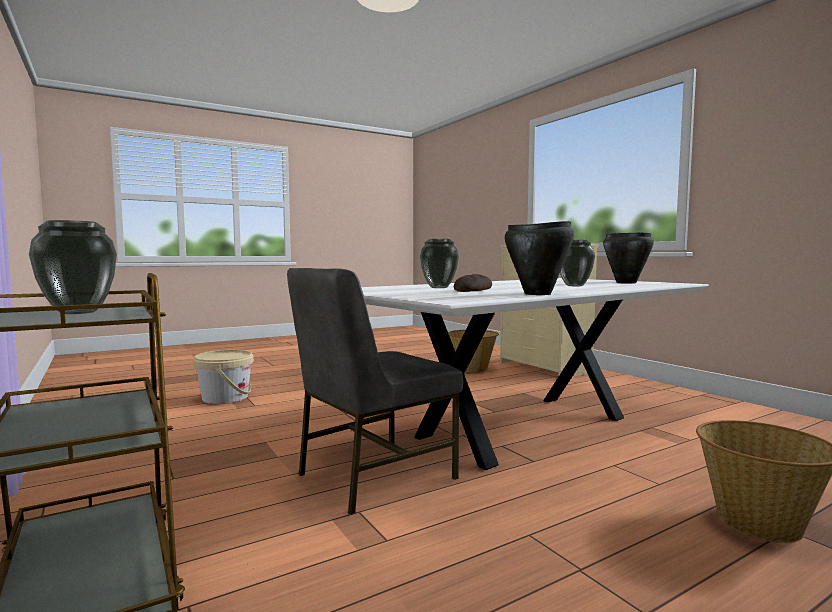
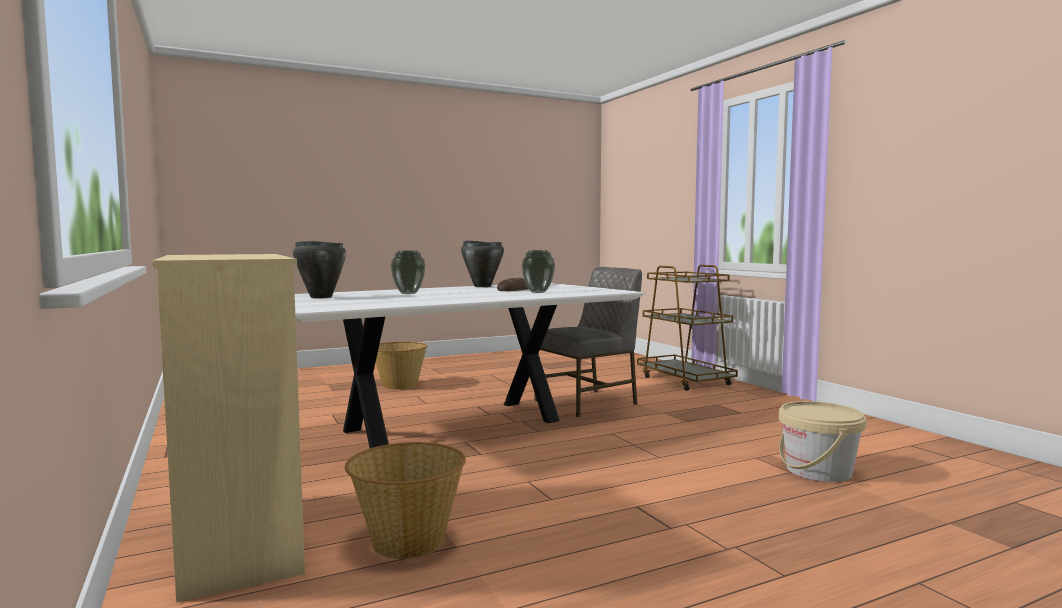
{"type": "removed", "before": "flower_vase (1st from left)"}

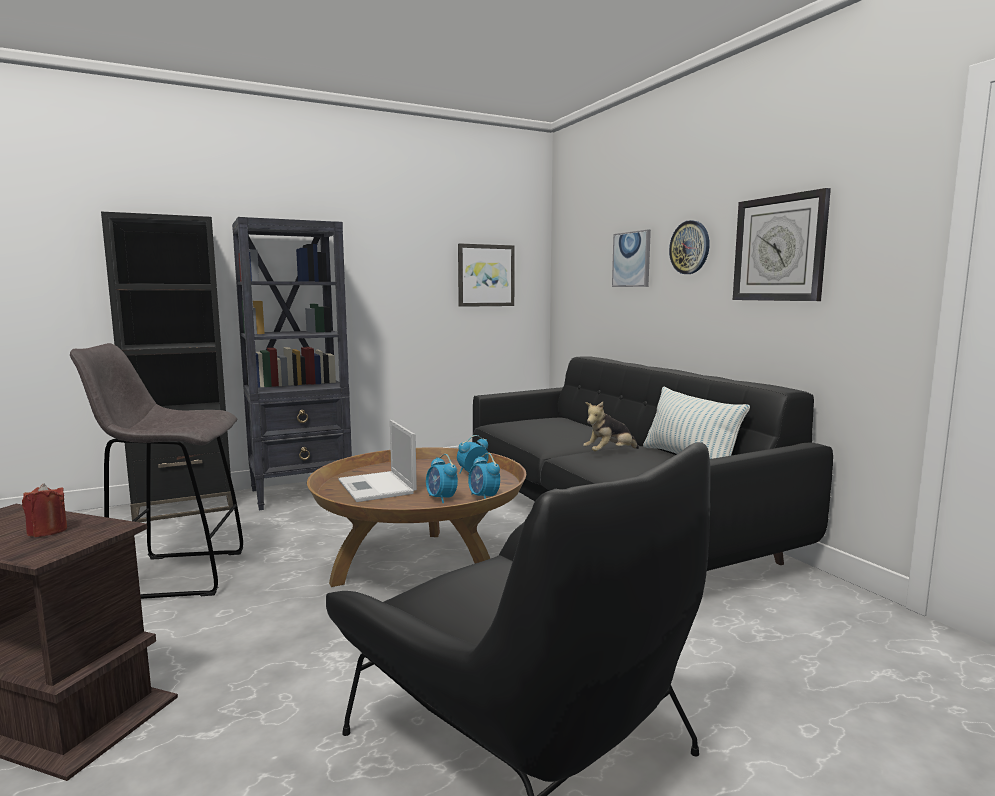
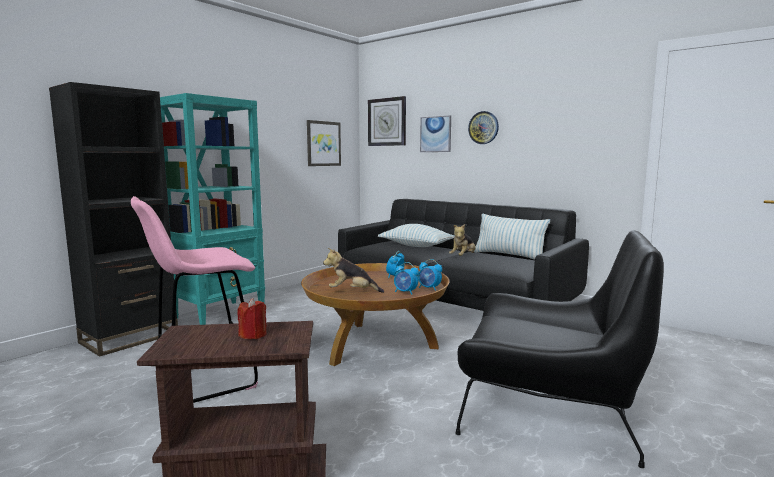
{"type": "added", "after": "pillow (1st from left)"}
{"type": "moved", "before": "clock_on_the_wall (2nd from left in the first image)", "after": "clock_on_the_wall (1st from left)"}
{"type": "replaced", "before": "notebook_computer", "after": "cuddly_toy (1st from left)"}
{"type": "recoloured", "before": "gray_stool_seat", "after": "pink-coloured_stool_seat"}
{"type": "recoloured", "before": "black_bookshelf (2nd from left)", "after": "turquoise-coloured_bookshelf"}

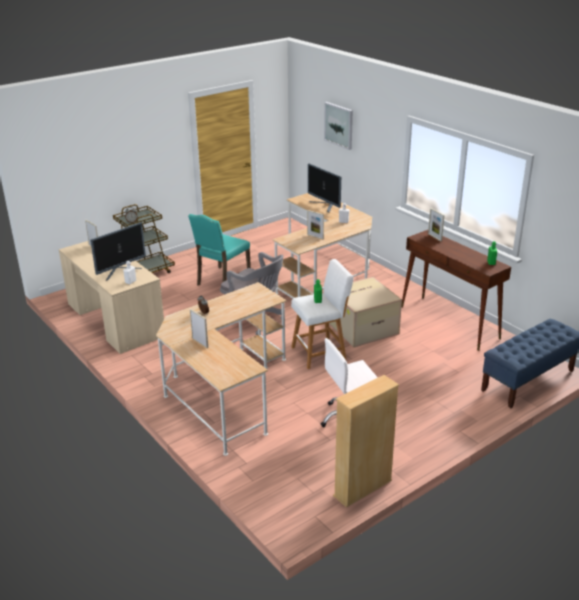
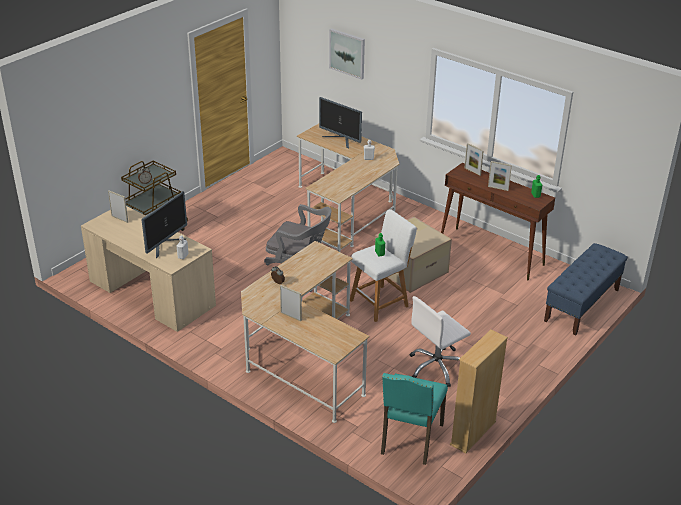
{"type": "moved", "before": "turquoise-coloured_chair"}
{"type": "moved", "before": "picture_frame (3rd from left in the first image)", "after": "picture_frame (4th from left)"}

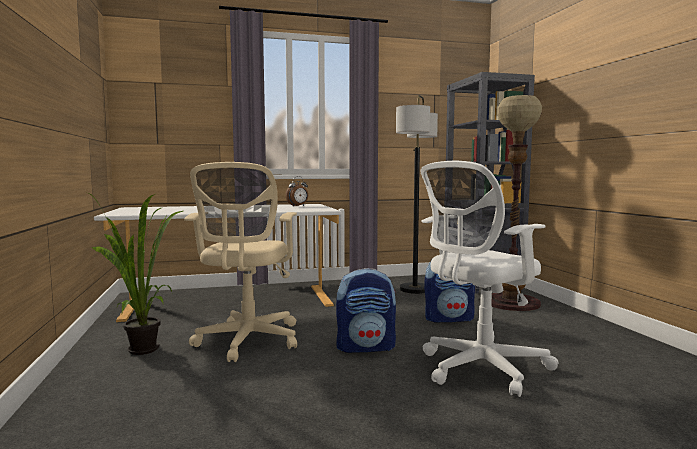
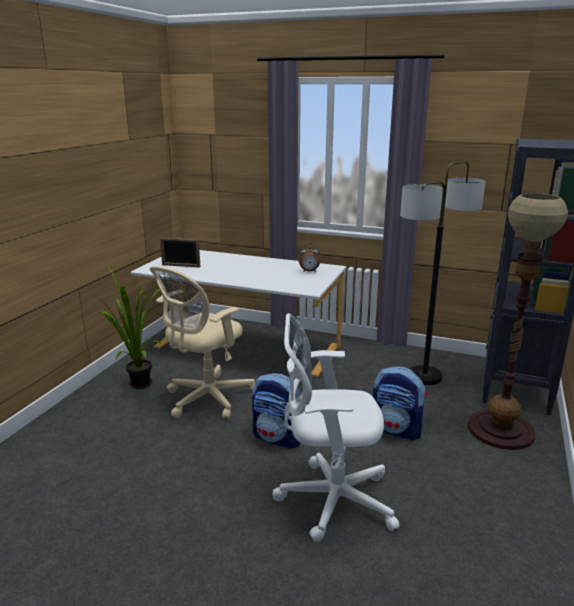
{"type": "added", "after": "picture_frame"}

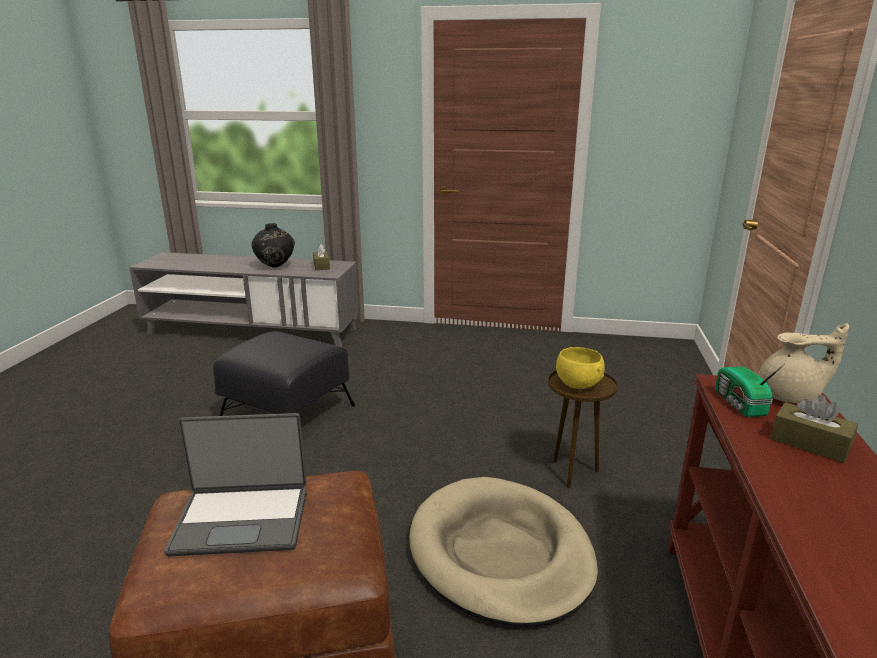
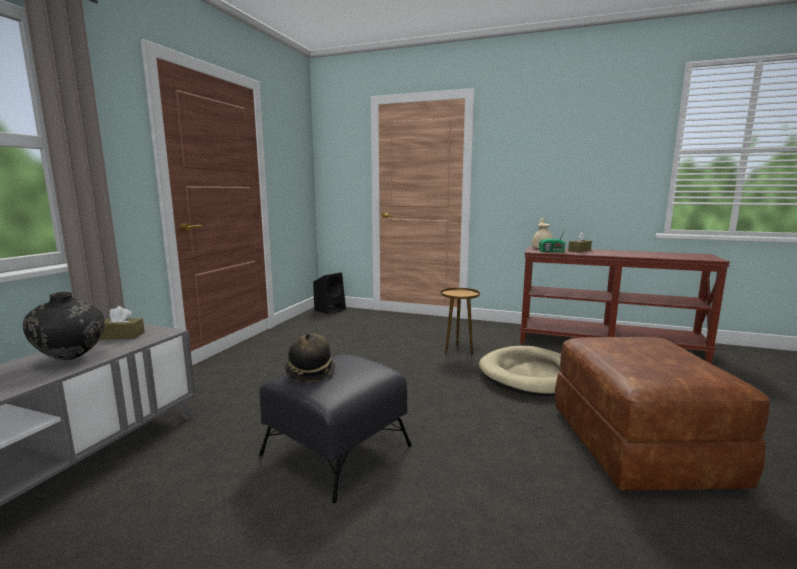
{"type": "removed", "before": "notebook_computer"}
{"type": "removed", "before": "yellow-coloured_deep_dish"}
{"type": "added", "after": "hat"}
{"type": "added", "after": "black_loudspeaker"}

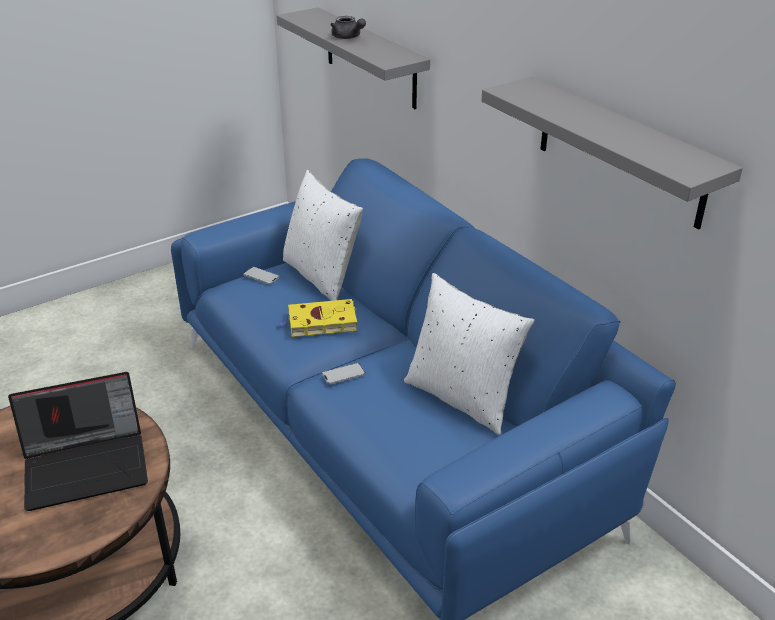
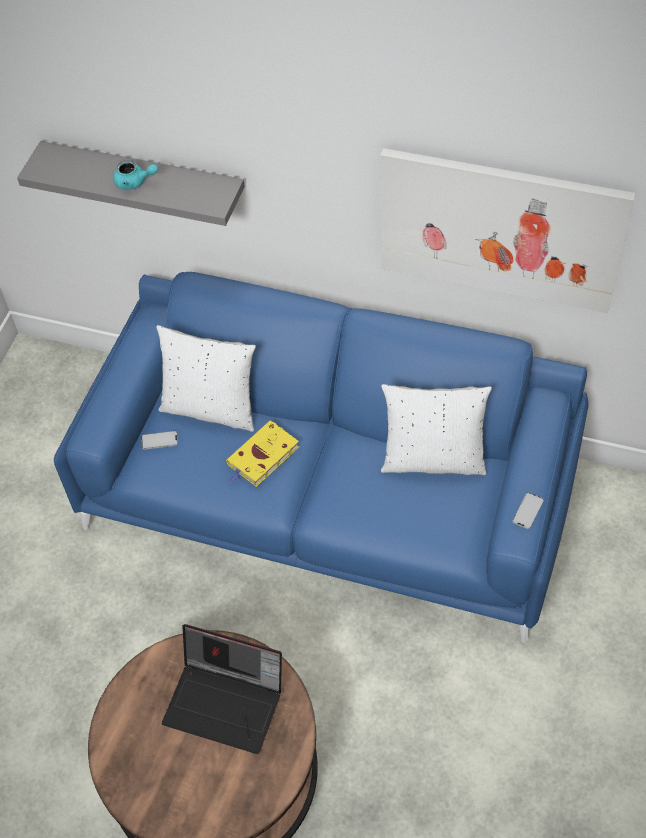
{"type": "moved", "before": "handset (2nd from left)"}
{"type": "replaced", "before": "gray_bracket_shelf (2nd from left)", "after": "picture"}
{"type": "recoloured", "before": "gray_pot_for_tea", "after": "turquoise-coloured_pot_for_tea"}
{"type": "turned", "before": "notebook_computer", "turn": 75}

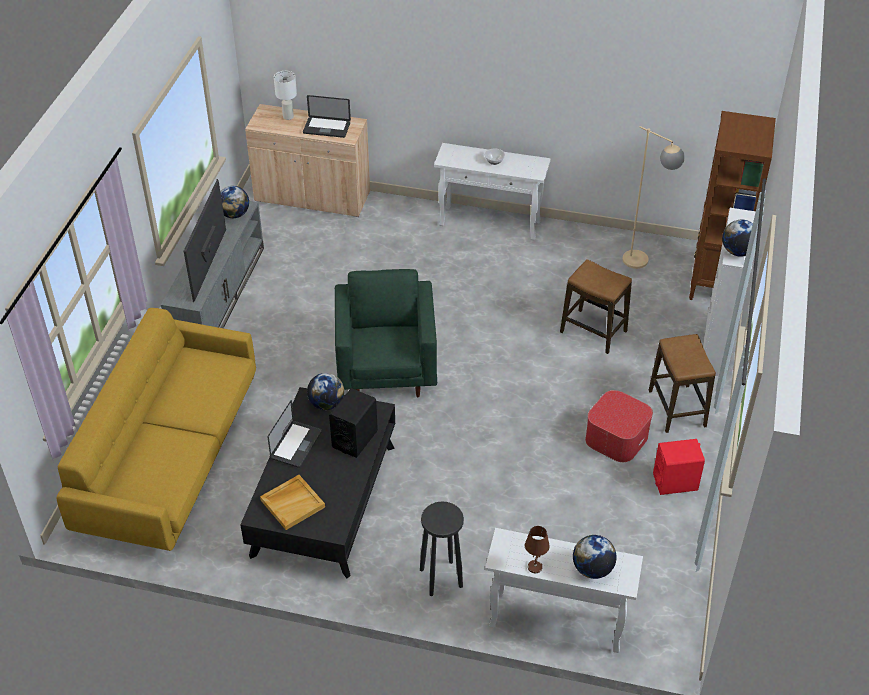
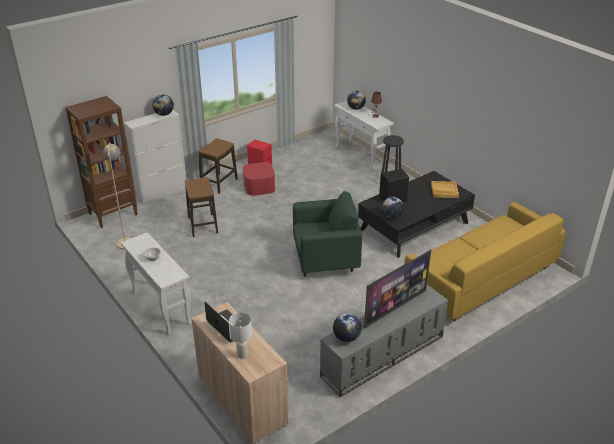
{"type": "removed", "before": "notebook_computer (1st from left)"}
{"type": "turned", "before": "greenish_armchair", "turn": -135}

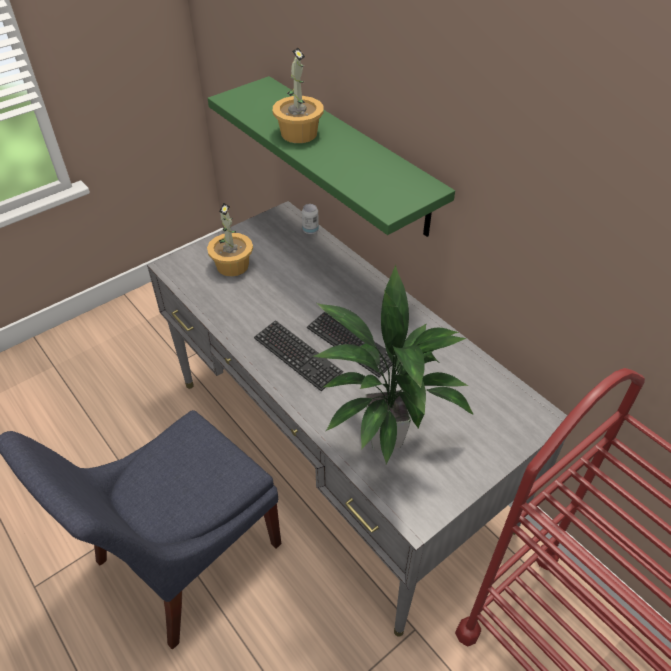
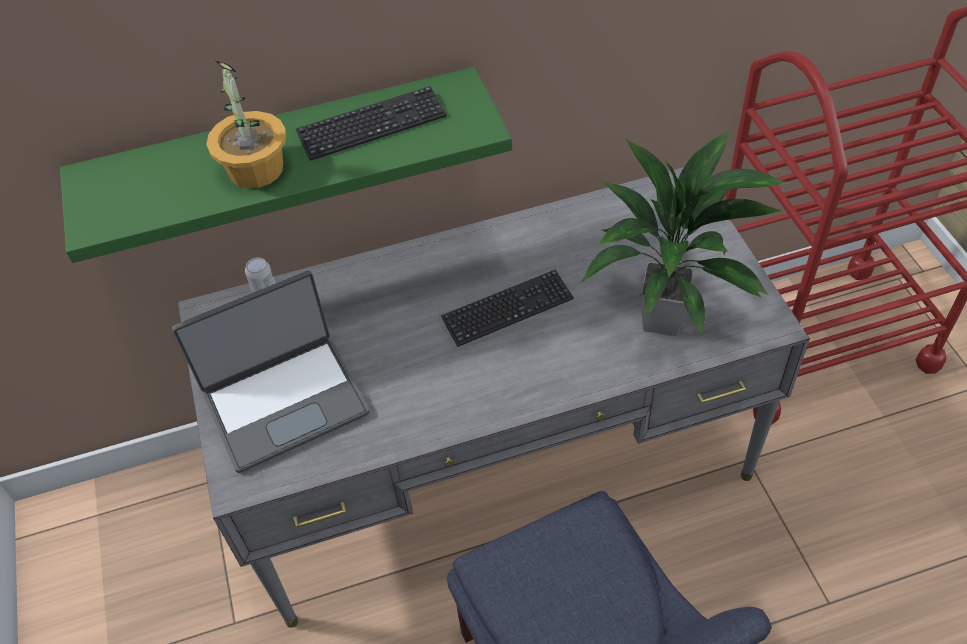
{"type": "moved", "before": "PC_keyboard (1st from left)"}
{"type": "replaced", "before": "houseplant (1st from left)", "after": "notebook_computer"}

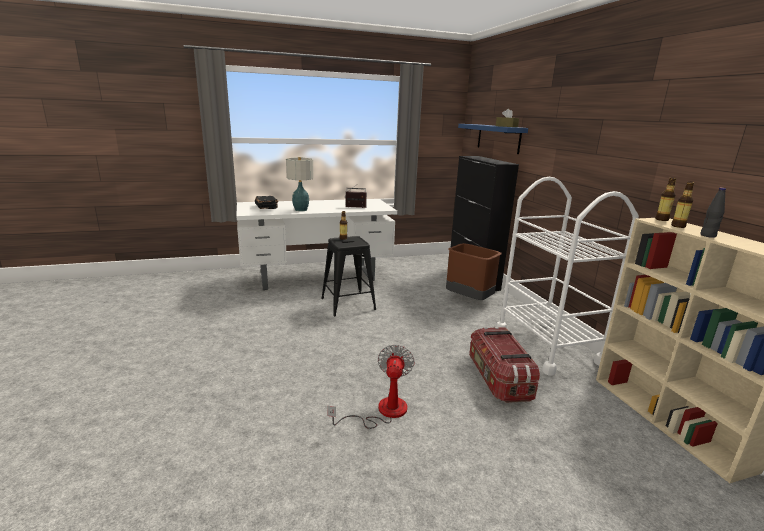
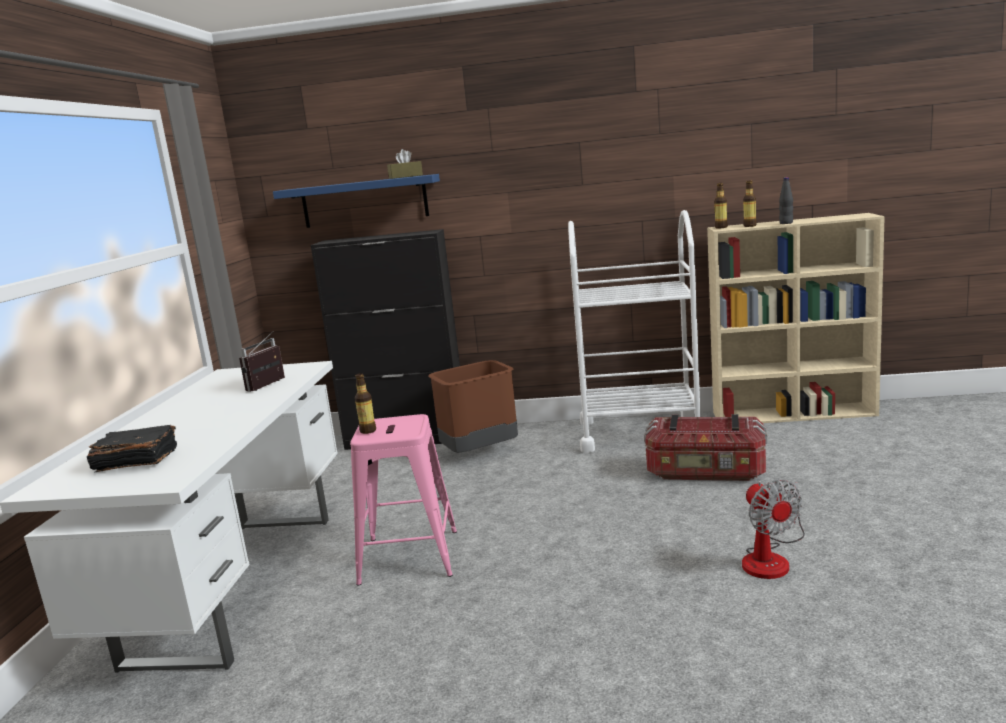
{"type": "removed", "before": "tabletop_lamp"}
{"type": "recoloured", "before": "black_stool_seat", "after": "pink-coloured_stool_seat"}
{"type": "turned", "before": "cooling_fan", "turn": -135}

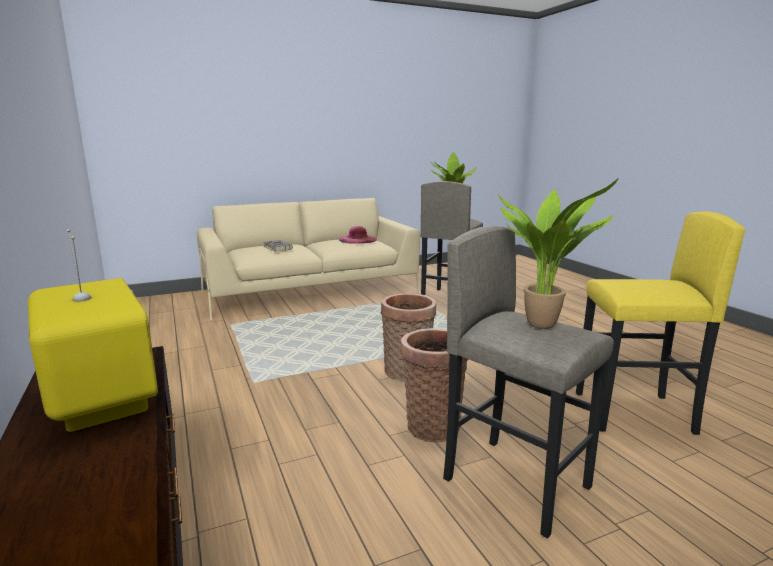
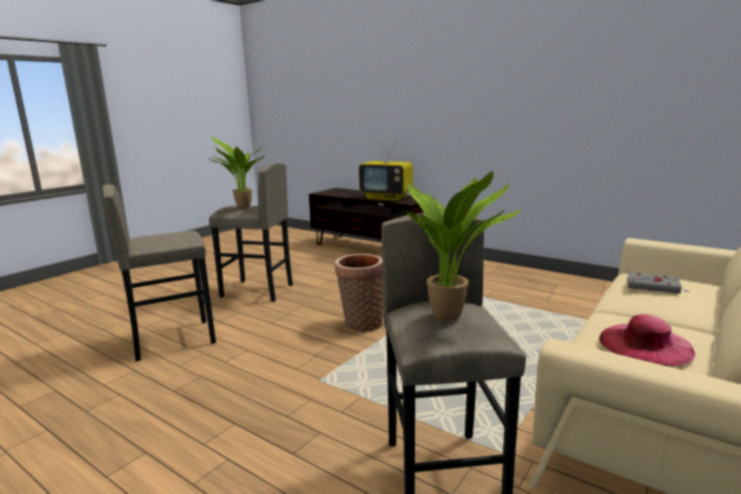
{"type": "removed", "before": "storage_basket (2nd from left)"}
{"type": "recoloured", "before": "yellow-coloured_stool_seat", "after": "gray_stool_seat (1st from left)"}

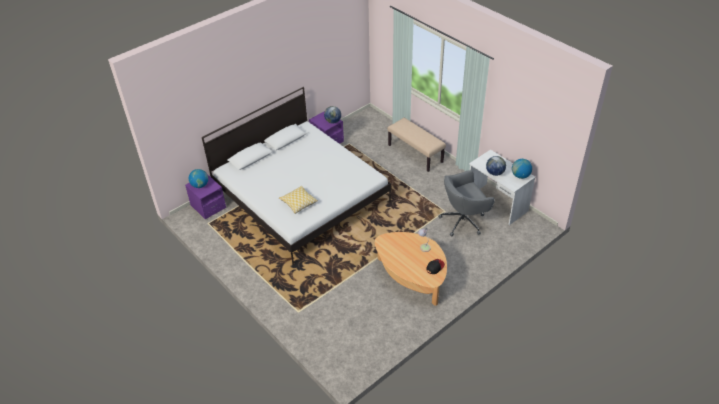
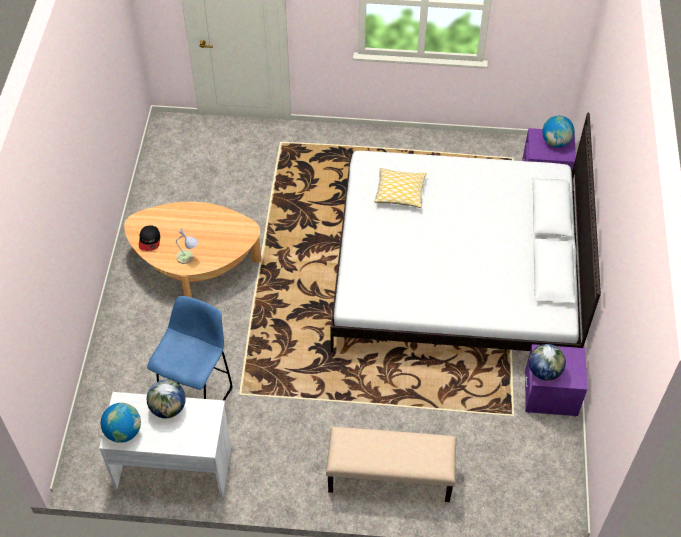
{"type": "replaced", "before": "gray_desk_chair", "after": "blue-coloured_stool_seat"}

